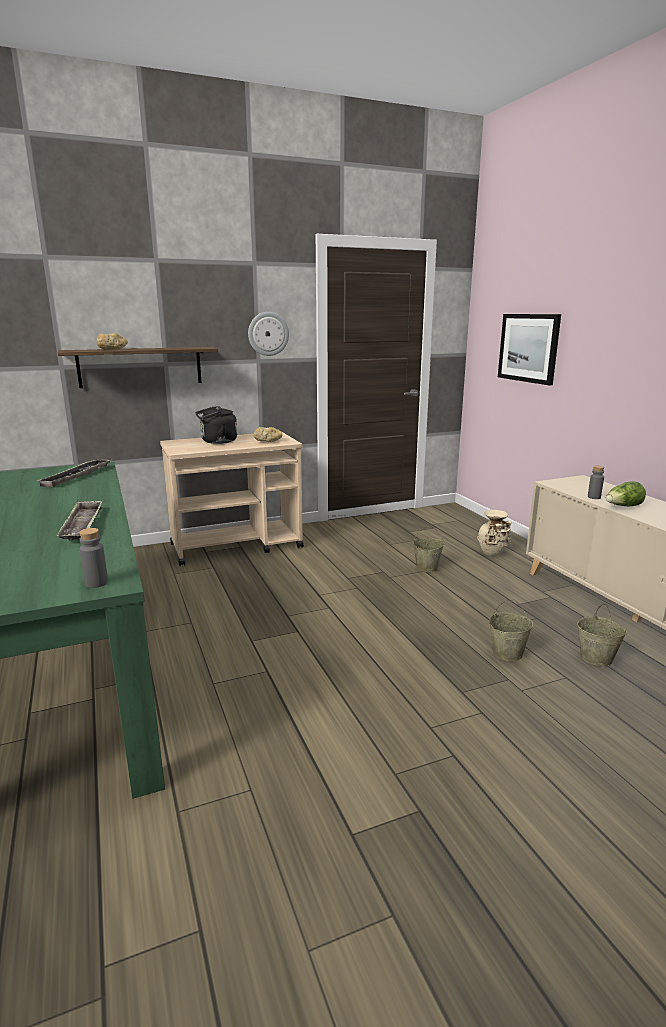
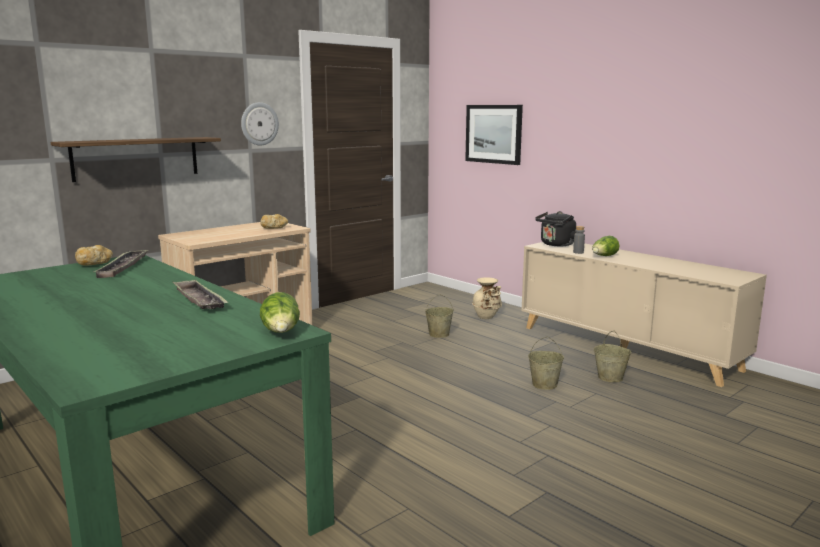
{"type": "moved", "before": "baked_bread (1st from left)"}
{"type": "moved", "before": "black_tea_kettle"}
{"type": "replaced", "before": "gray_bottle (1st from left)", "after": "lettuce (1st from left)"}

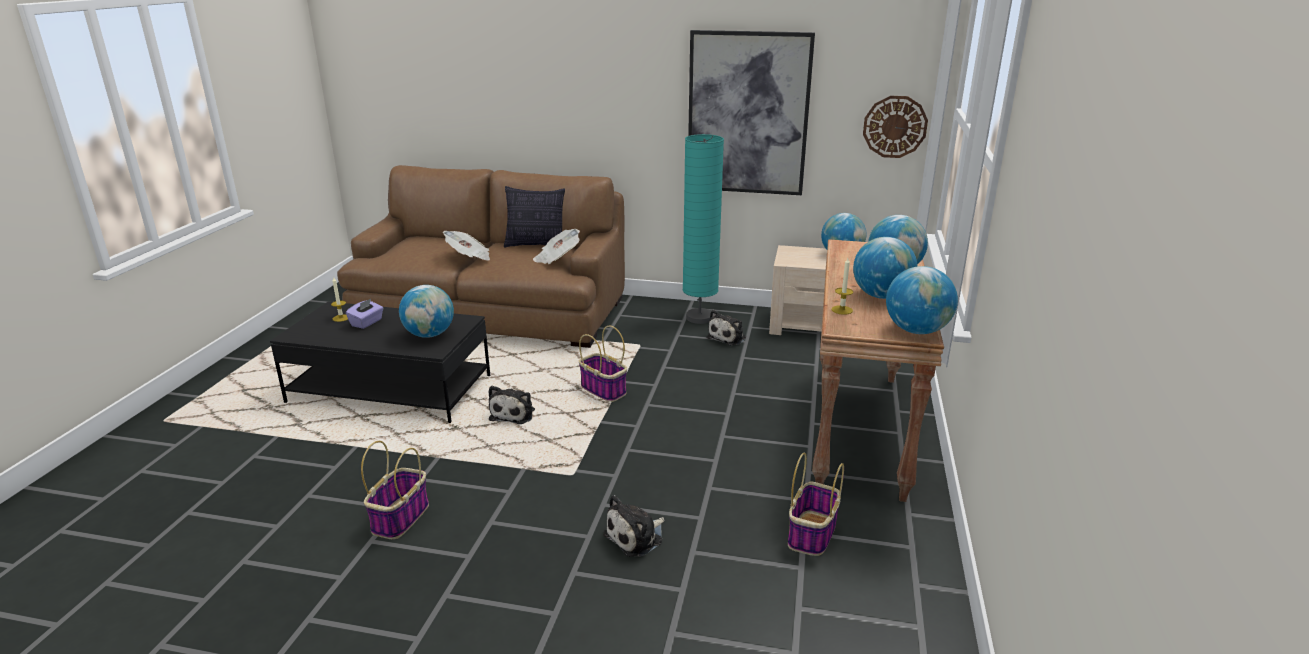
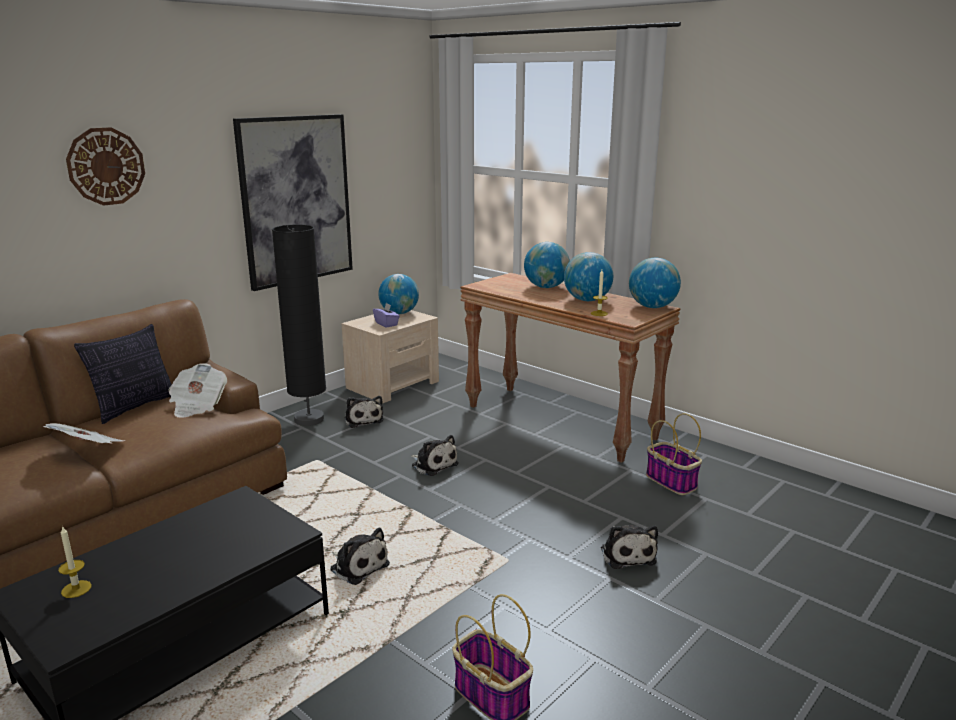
{"type": "removed", "before": "desk_globe (1st from left)"}
{"type": "removed", "before": "storage_basket (2nd from left)"}
{"type": "added", "after": "cuddly_toy (3rd from left)"}
{"type": "moved", "before": "purplish_box_of_tissues"}
{"type": "moved", "before": "clock_on_the_wall"}
{"type": "recoloured", "before": "turquoise-coloured_floor_lamp", "after": "black_floor_lamp"}

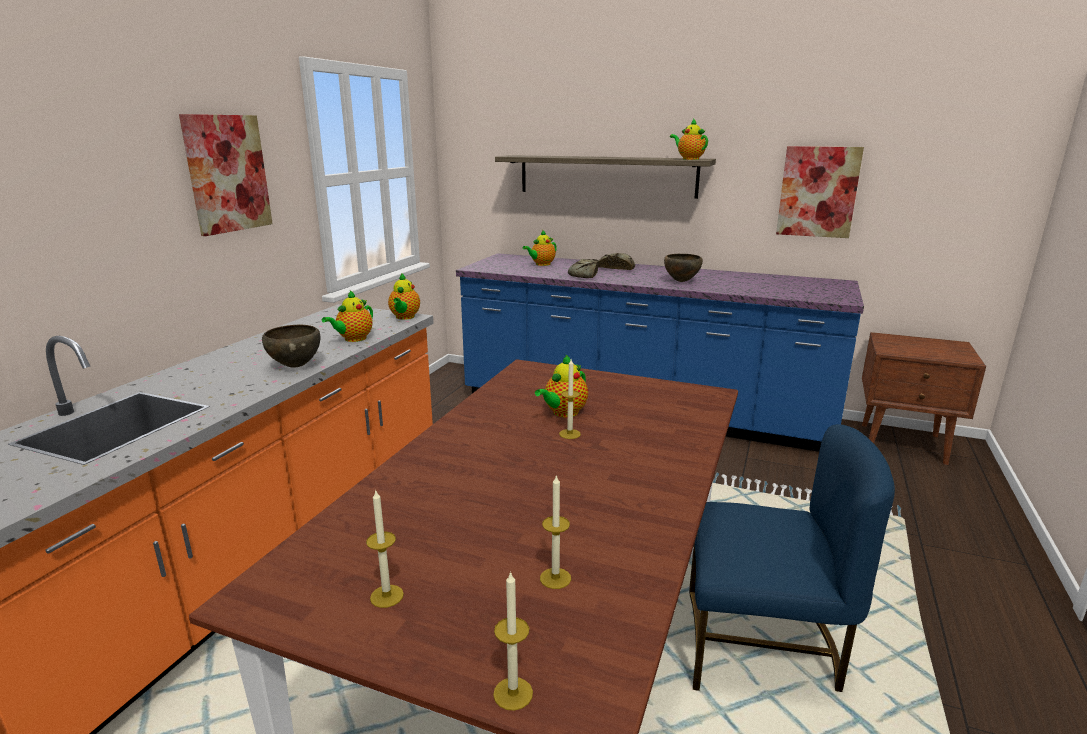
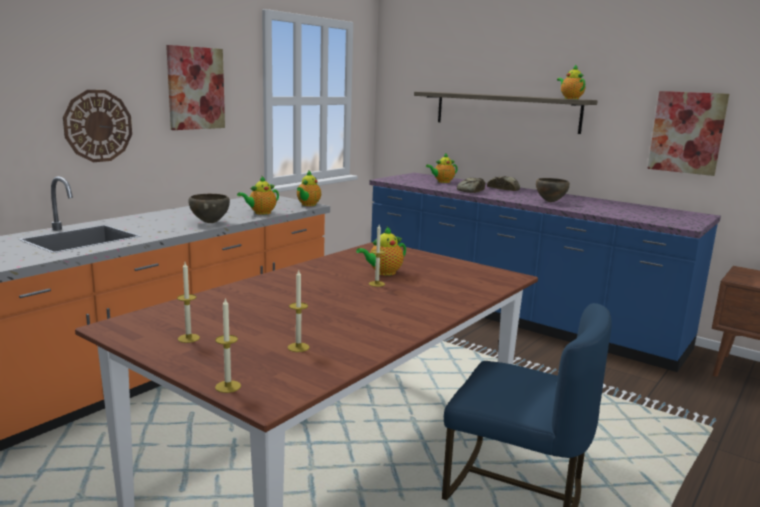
{"type": "added", "after": "clock_on_the_wall"}

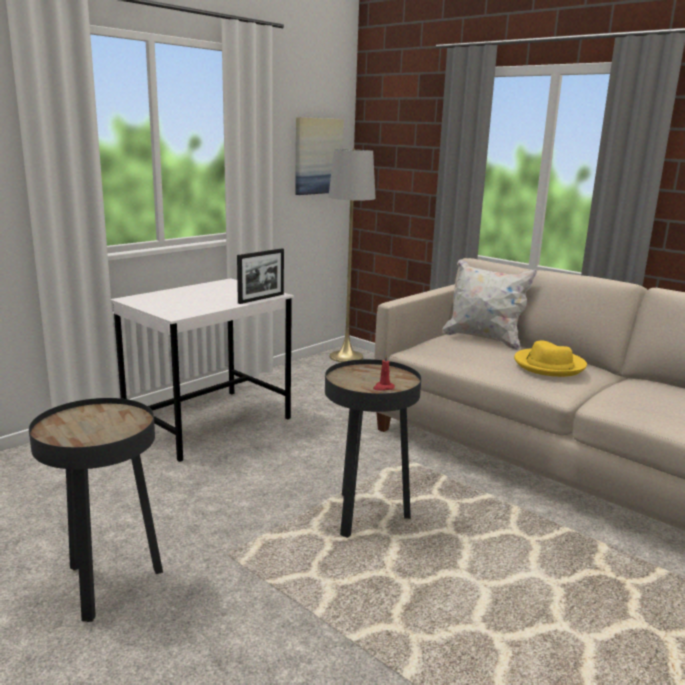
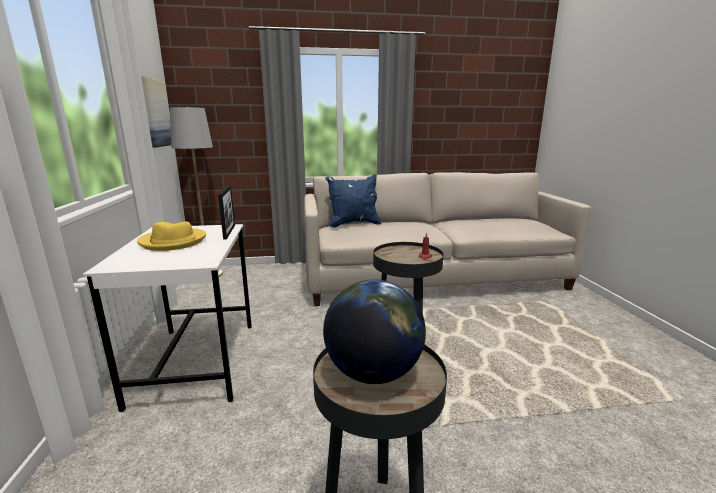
{"type": "added", "after": "desk_globe"}
{"type": "moved", "before": "yellow-coloured_hat"}
{"type": "recoloured", "before": "whitish_pillow", "after": "blue-coloured_pillow"}

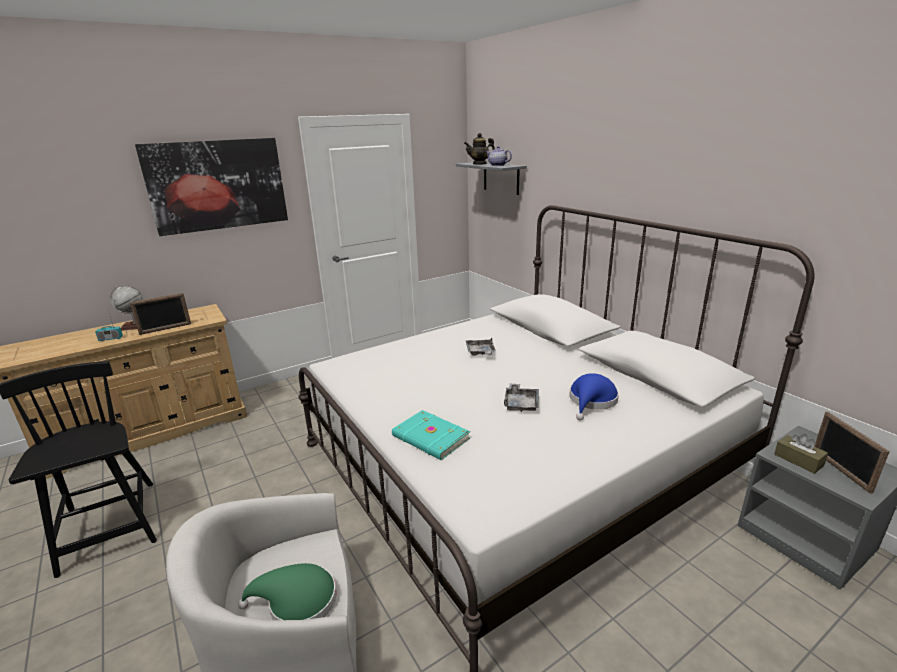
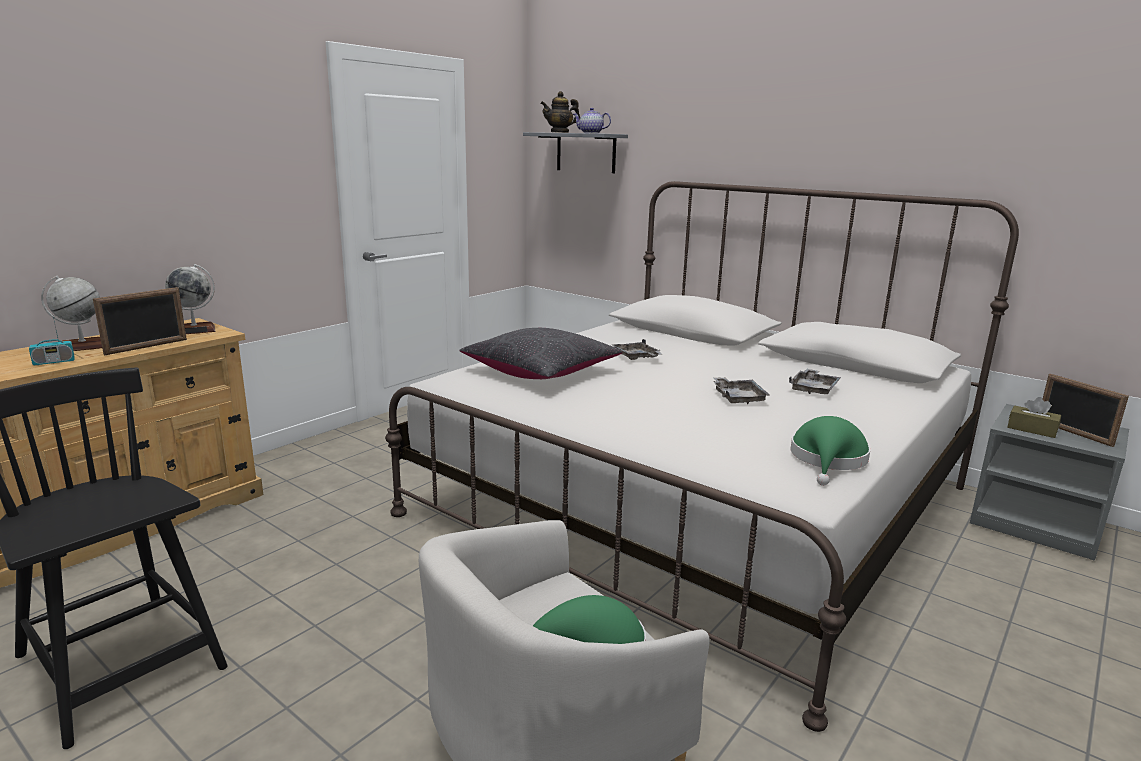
{"type": "removed", "before": "picture"}
{"type": "removed", "before": "turquoise-coloured_book"}
{"type": "added", "after": "desk_globe (2nd from left)"}
{"type": "added", "after": "black_pillow"}
{"type": "added", "after": "greenish_hat (2nd from left)"}
{"type": "replaced", "before": "blue-coloured_hat", "after": "gray_carrying_tray (3rd from left)"}

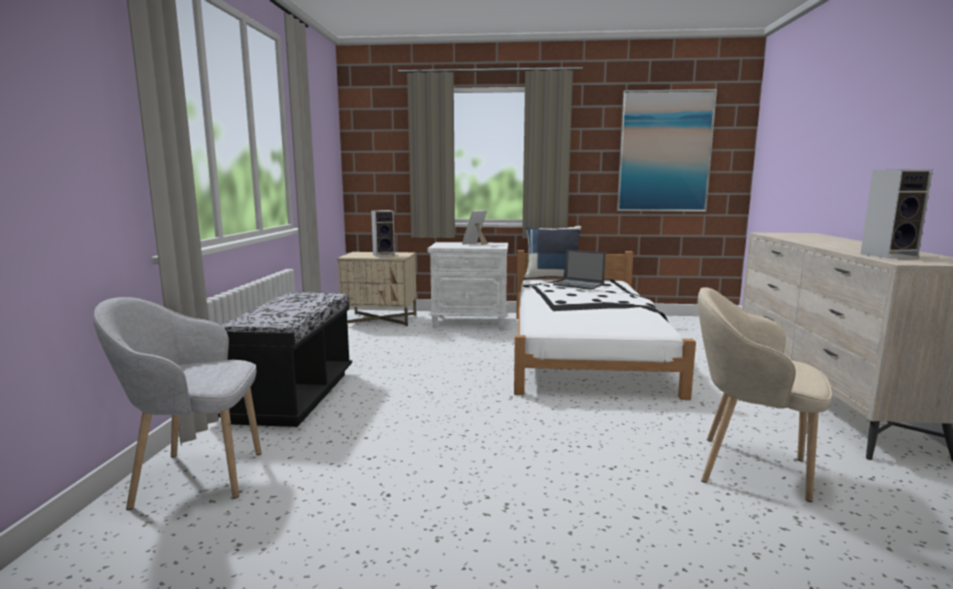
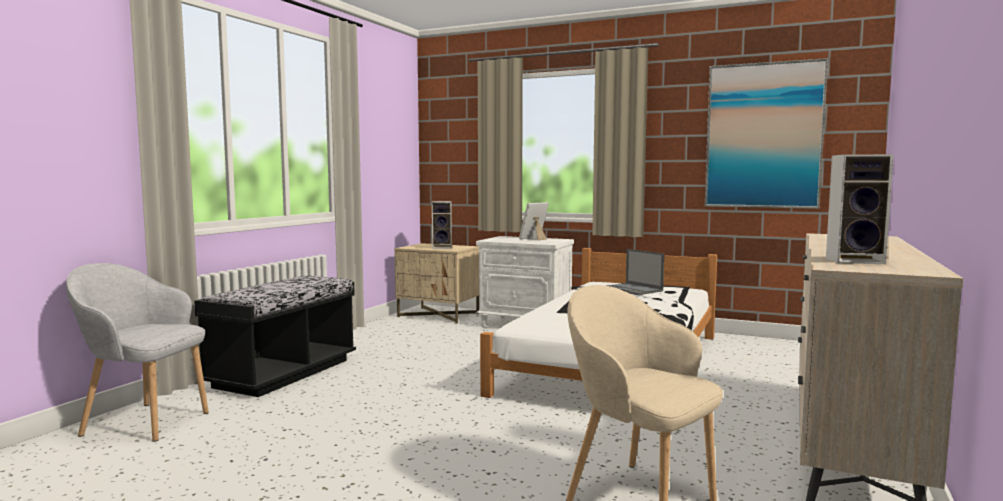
{"type": "removed", "before": "blue-coloured_pillow"}

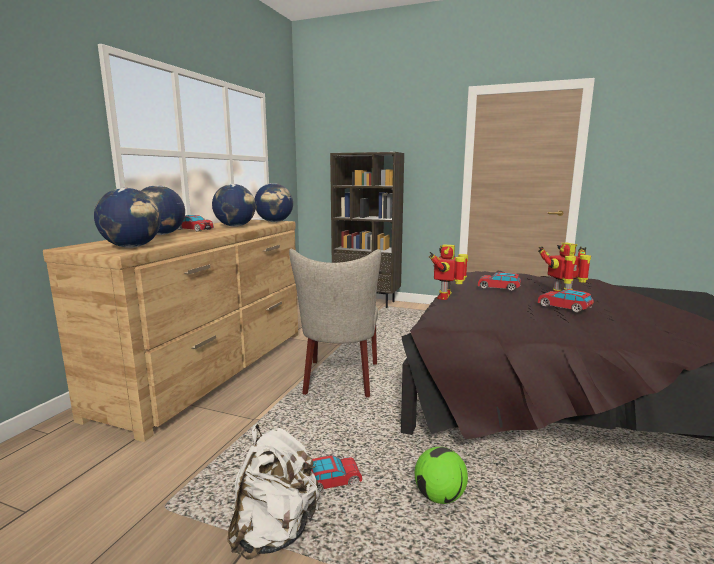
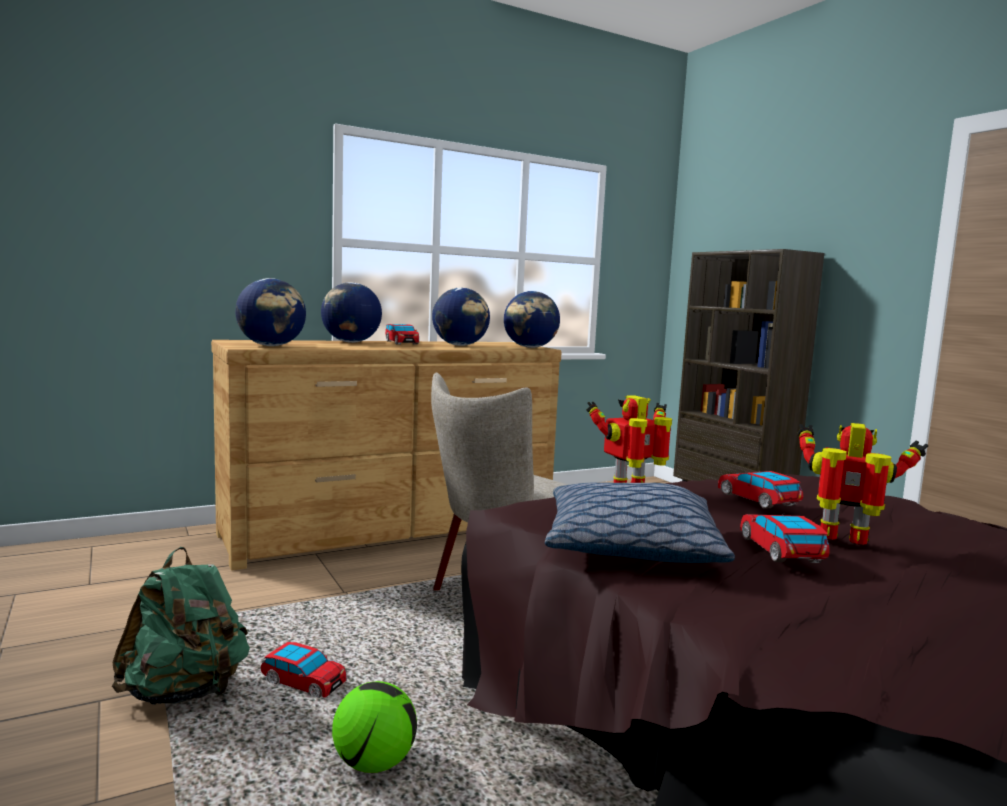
{"type": "added", "after": "pillow"}
{"type": "recoloured", "before": "whitish_rucksack", "after": "greenish_rucksack"}

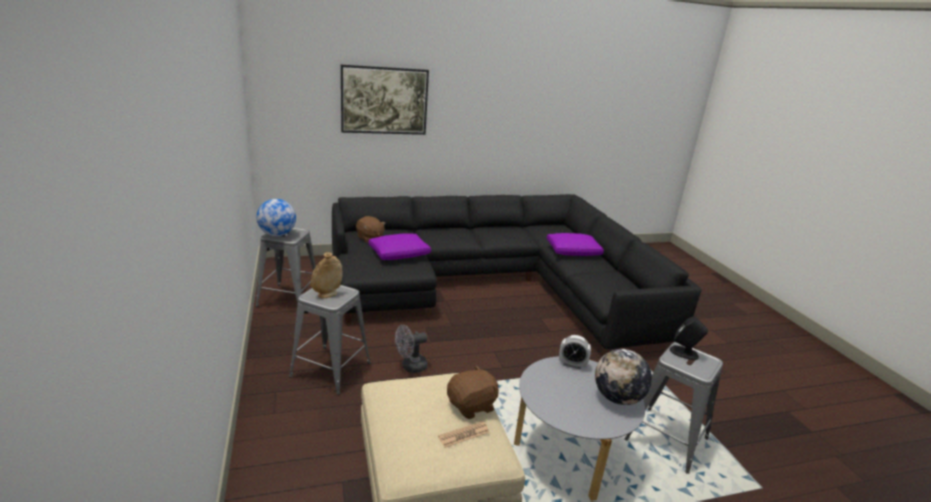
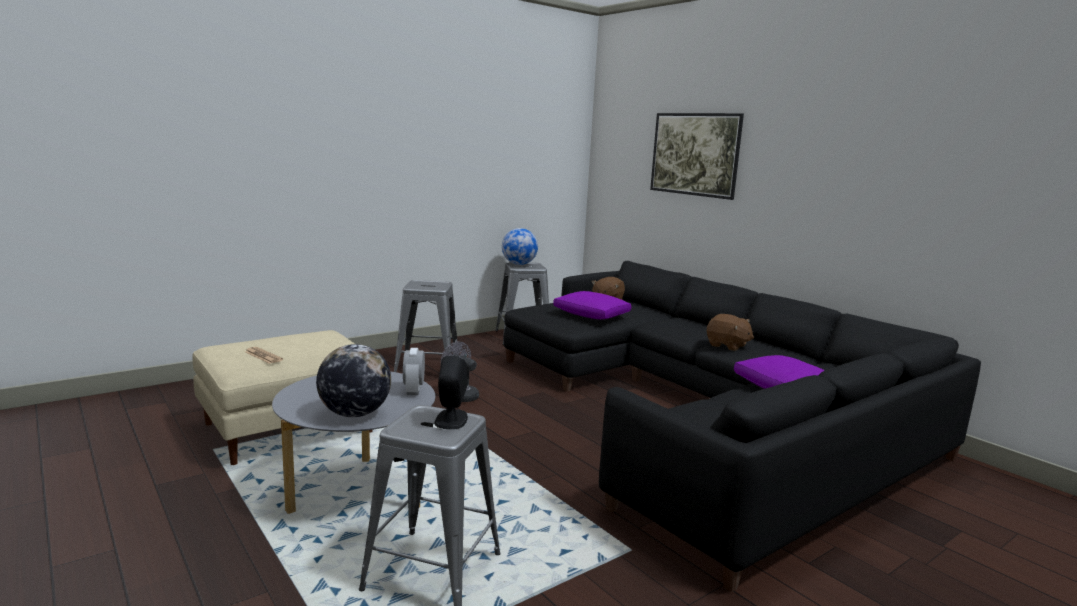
{"type": "removed", "before": "beige-coloured_flower_vase"}
{"type": "moved", "before": "brown-coloured_cuddly_toy (2nd from left)"}

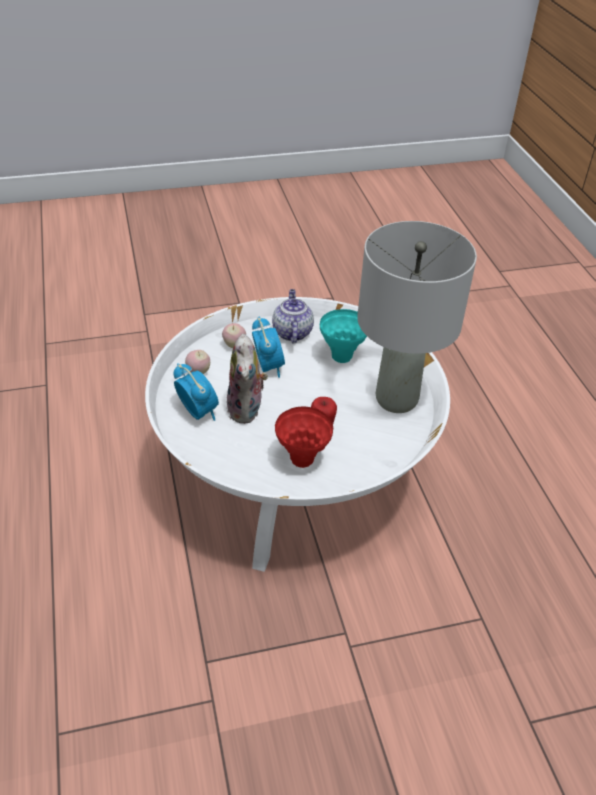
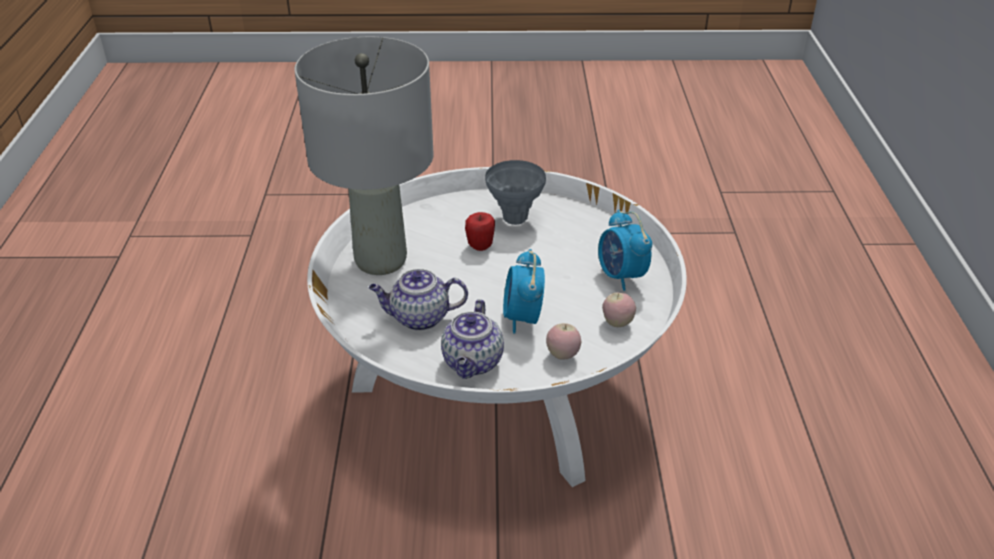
{"type": "removed", "before": "cuddly_toy"}
{"type": "replaced", "before": "turquoise-coloured_flower_vase", "after": "pot_for_tea (1st from left)"}
{"type": "recoloured", "before": "reddish_flower_vase", "after": "gray_flower_vase"}

